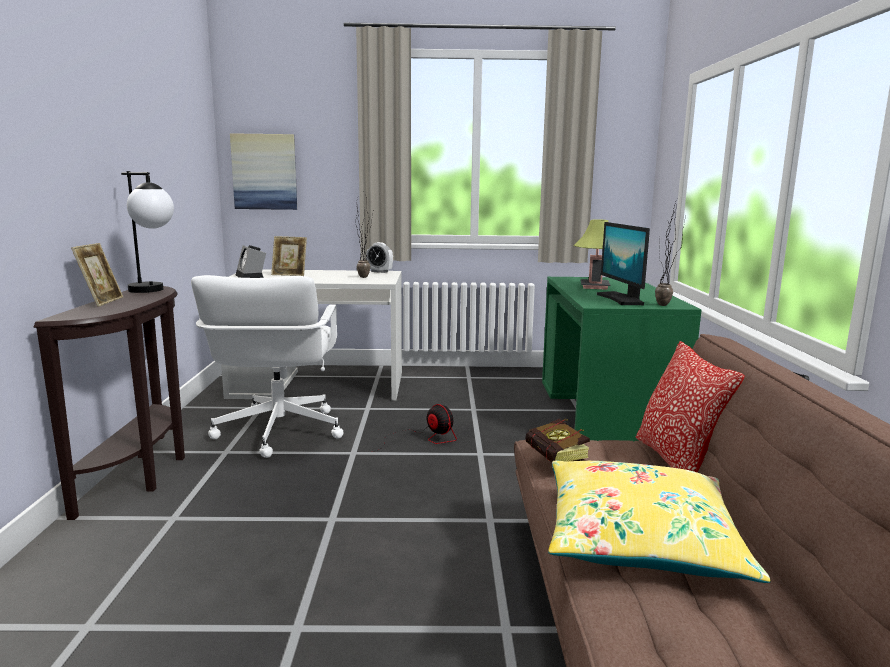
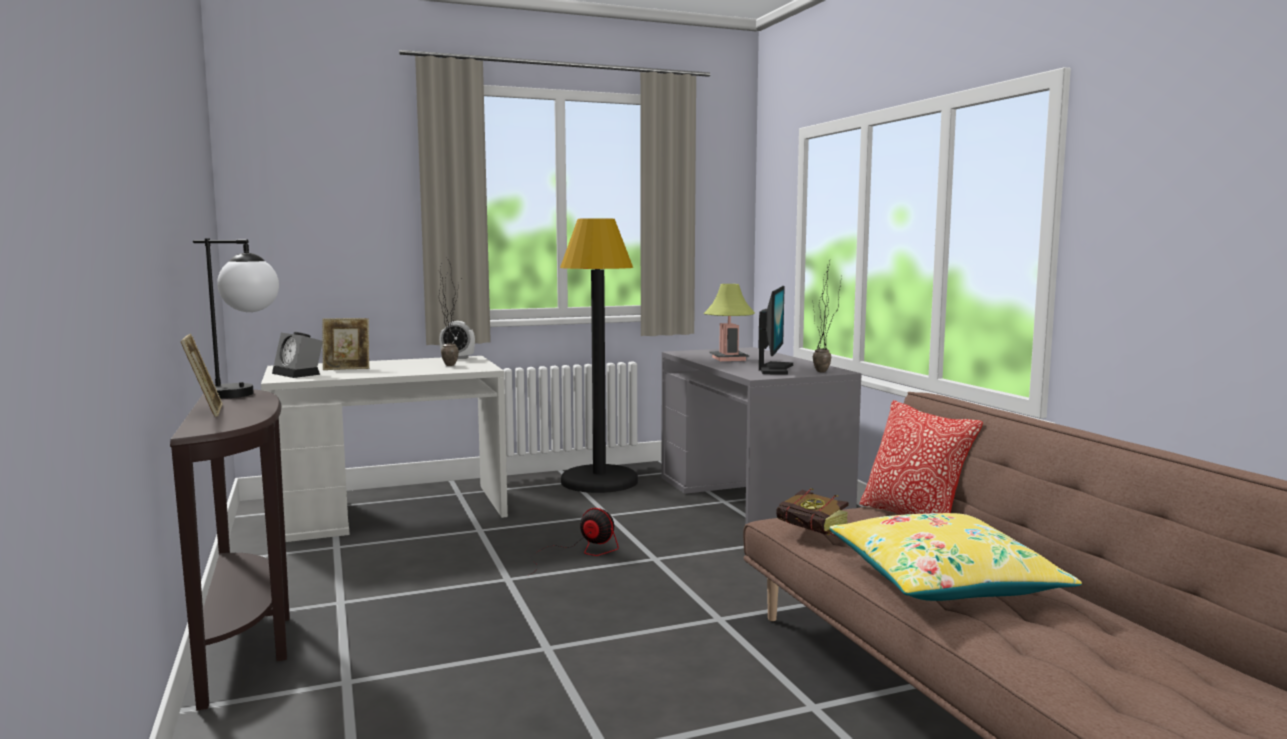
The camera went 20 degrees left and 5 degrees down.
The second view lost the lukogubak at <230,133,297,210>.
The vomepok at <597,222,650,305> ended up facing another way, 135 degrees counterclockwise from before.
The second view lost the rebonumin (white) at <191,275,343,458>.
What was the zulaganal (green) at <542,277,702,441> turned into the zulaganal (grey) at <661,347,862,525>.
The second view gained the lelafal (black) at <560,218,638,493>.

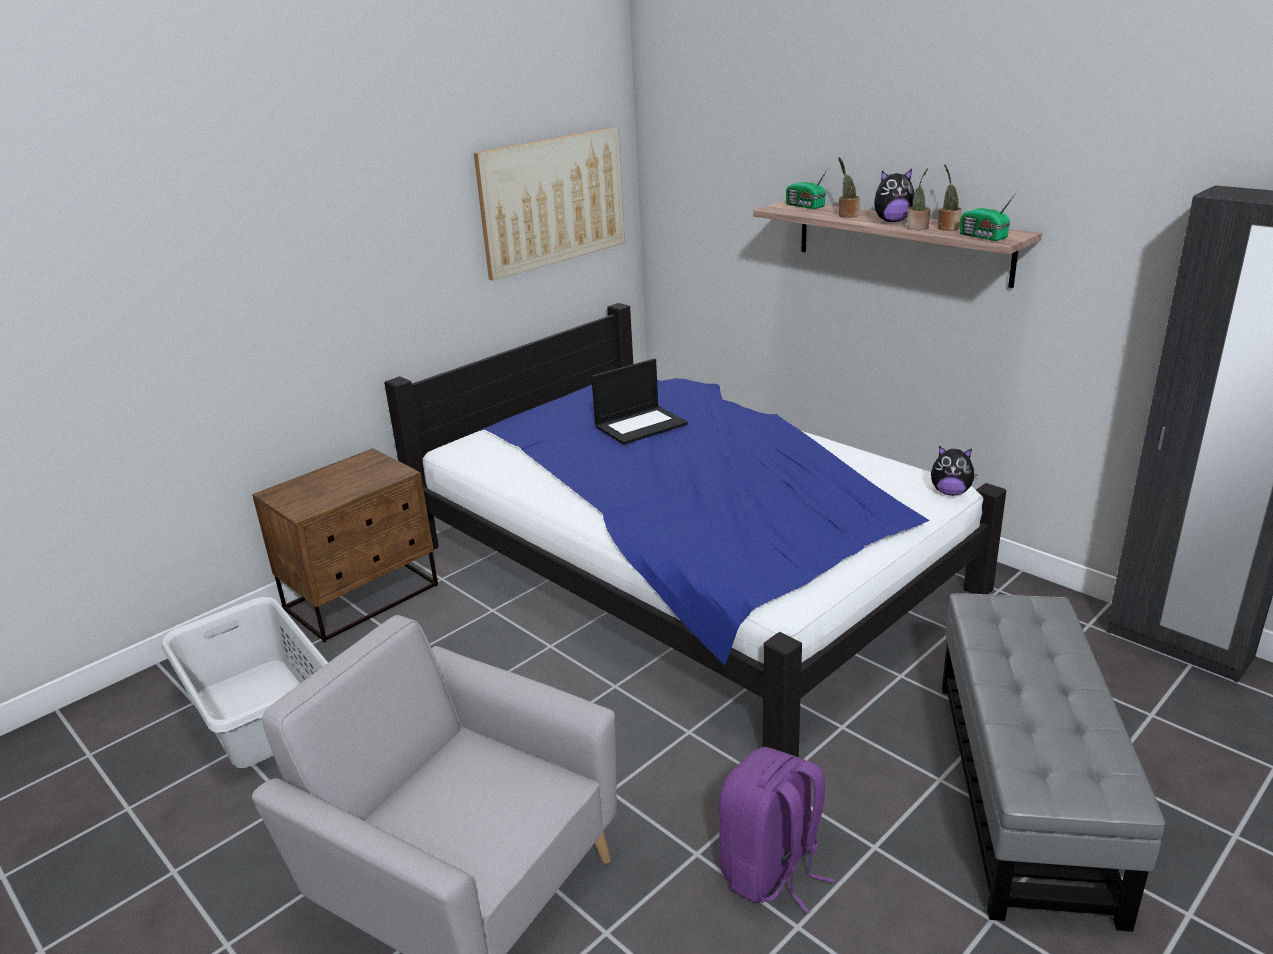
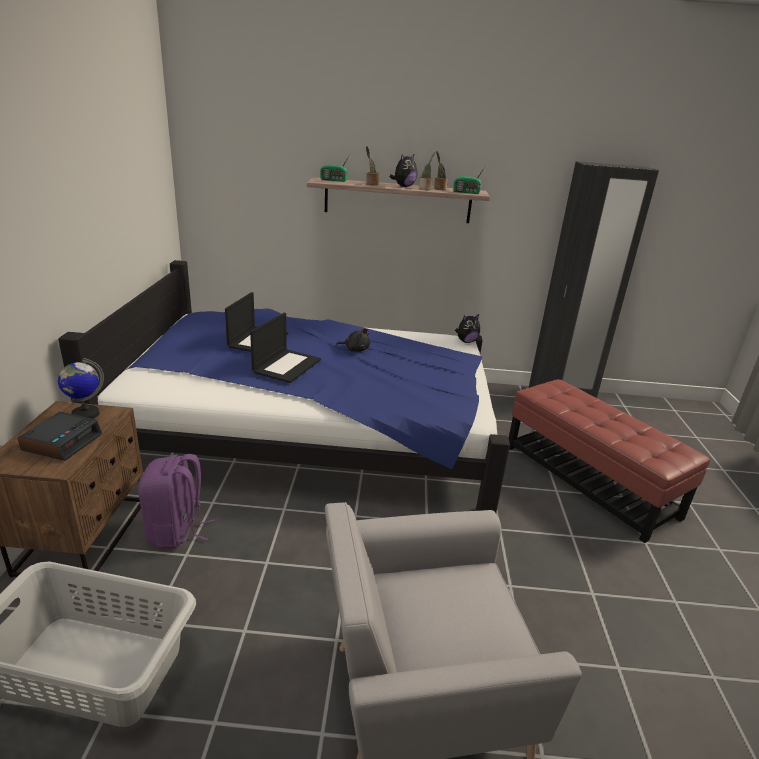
The camera went 45 degrees left and 0 degrees up.
The second view lost the lukogubak at <474,127,625,280>.
What was the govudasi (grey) at <942,593,1165,932> turned into the govudasi (red) at <508,379,711,543>.
The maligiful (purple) ended up elsewhere, having gone from <719,747,835,914> to <138,454,215,549>.
The second view gained the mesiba at <250,313,321,383>.
The second view gained the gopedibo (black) at <336,328,370,352>.
The second view gained the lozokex at <58,358,104,419>.
The second view gained the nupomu at <18,412,102,461>.

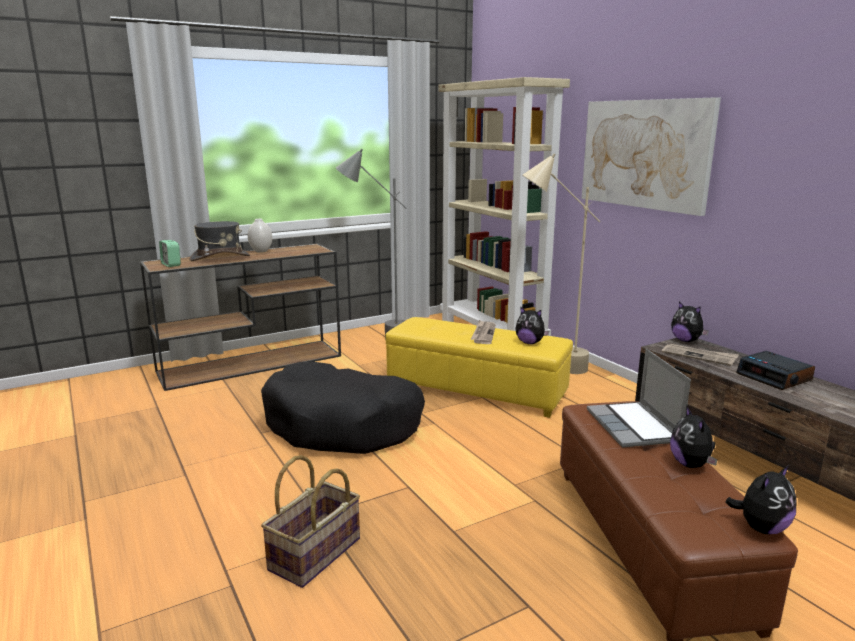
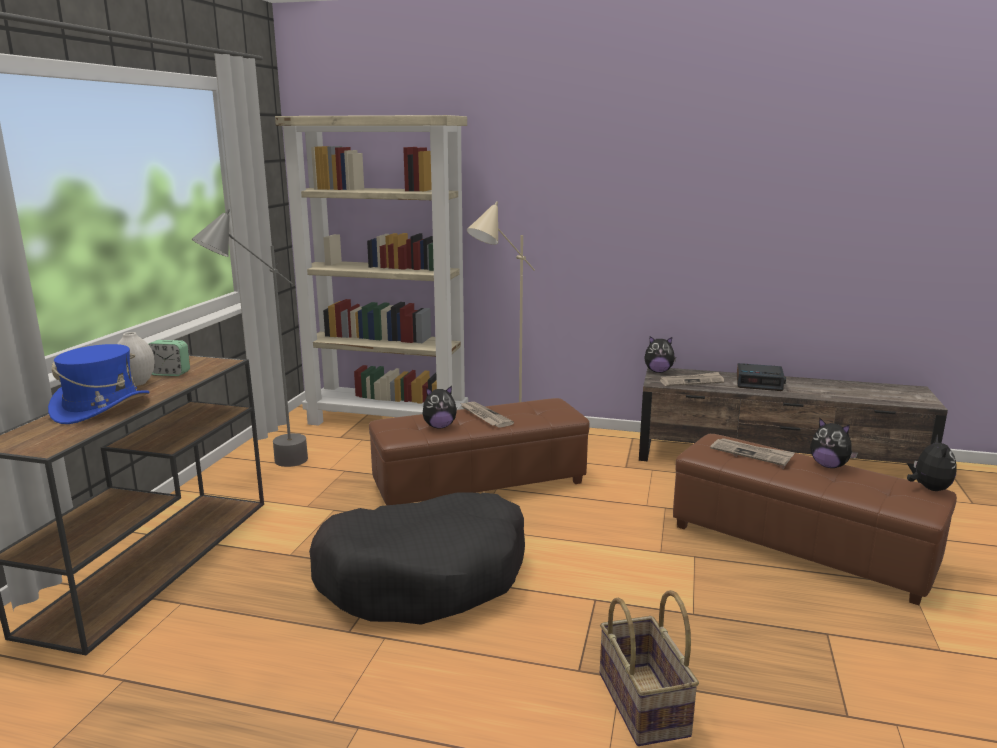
The camera went 45 degrees left and 0 degrees up.
The second view lost the lukogubak at <582,97,721,216>.
What was the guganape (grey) at <189,221,250,261> turned into the guganape (blue) at <48,344,150,424>.
The nupomu ended up elsewhere, having gone from <159,240,181,267> to <148,340,190,376>.
The gopedibo ended up elsewhere, having gone from <515,306,549,344> to <423,386,457,428>.
What was the govudasi (yellow) at <385,317,573,418> turned into the govudasi (brown) at <369,398,590,505>.
Where the mesiba stood at <587,349,691,448>, the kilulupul came to stand at <710,438,795,466>.

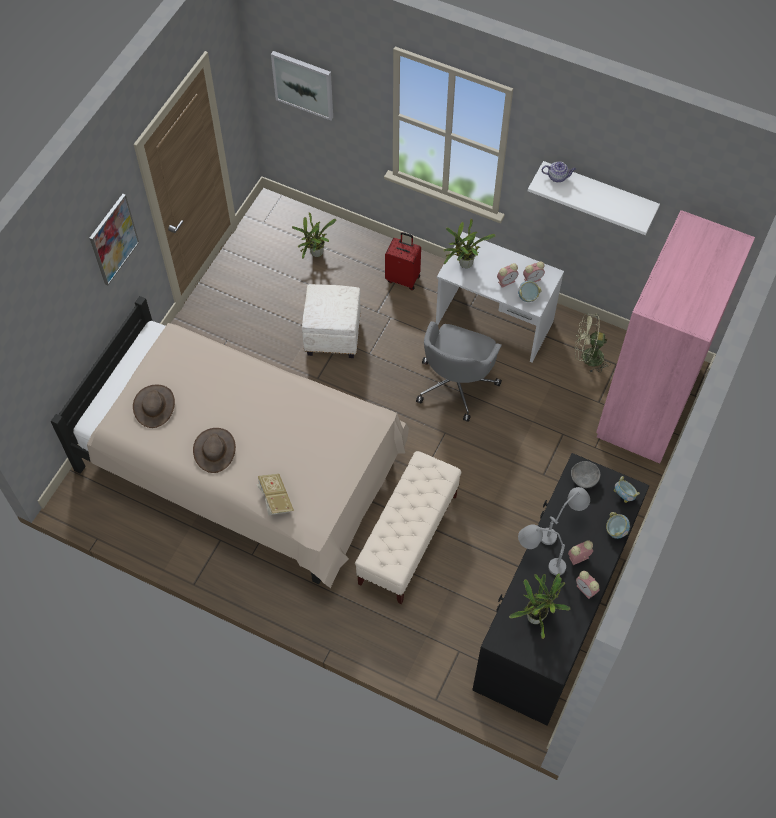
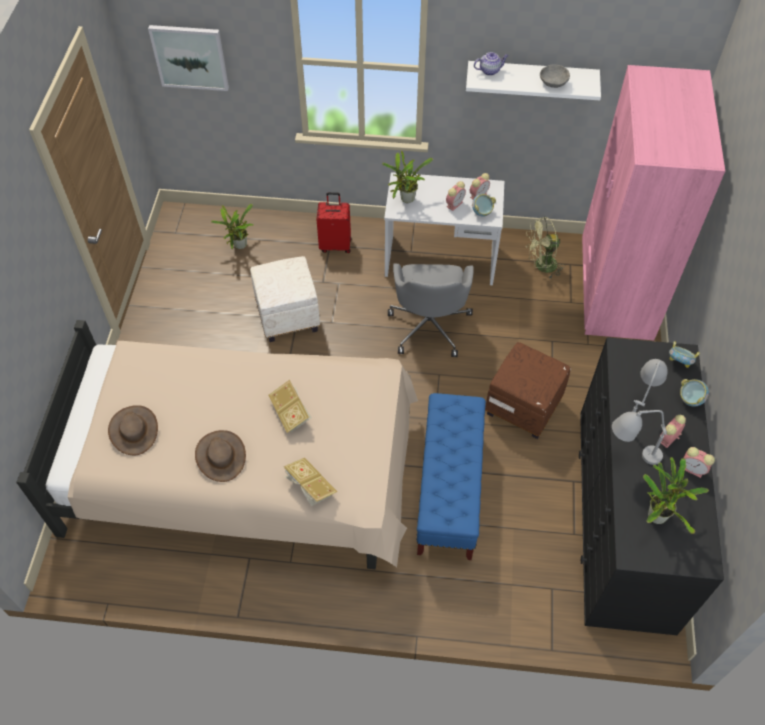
The camera went 20 degrees left and 5 degrees down.
The second view lost the lukogubak at <90,194,139,286>.
What was the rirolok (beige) at <355,451,461,604> turned into the rirolok (blue) at <416,393,486,560>.
The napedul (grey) ended up elsewhere, having gone from <571,461,600,488> to <540,65,570,88>.
The second view gained the govudasi (brown) at <485,342,571,439>.
The second view gained the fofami at <269,380,312,433>.

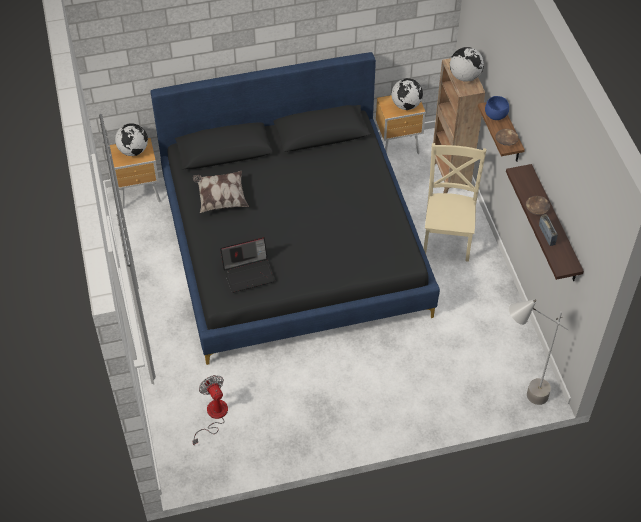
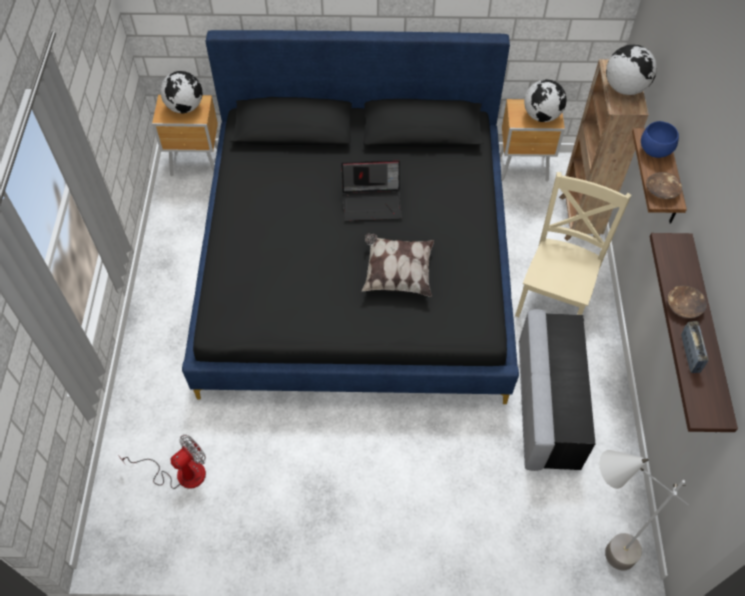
The camera went 15 degrees right and 5 degrees up.
The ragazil ended up elsewhere, having gone from <193,171,249,213> to <362,234,434,297>.
The mesiba ended up elsewhere, having gone from <220,237,275,293> to <342,160,402,222>.
The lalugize at <193,375,228,445> ended up facing another way, 60 degrees clockwise from before.
The second view gained the govudasi (grey) at <519,309,595,471>.

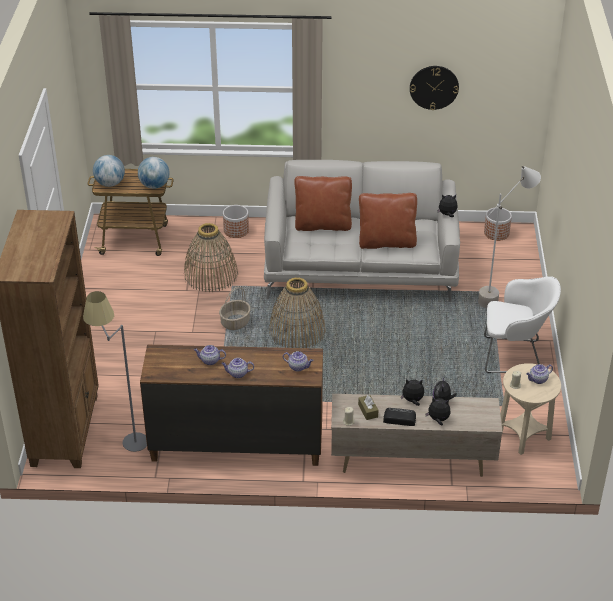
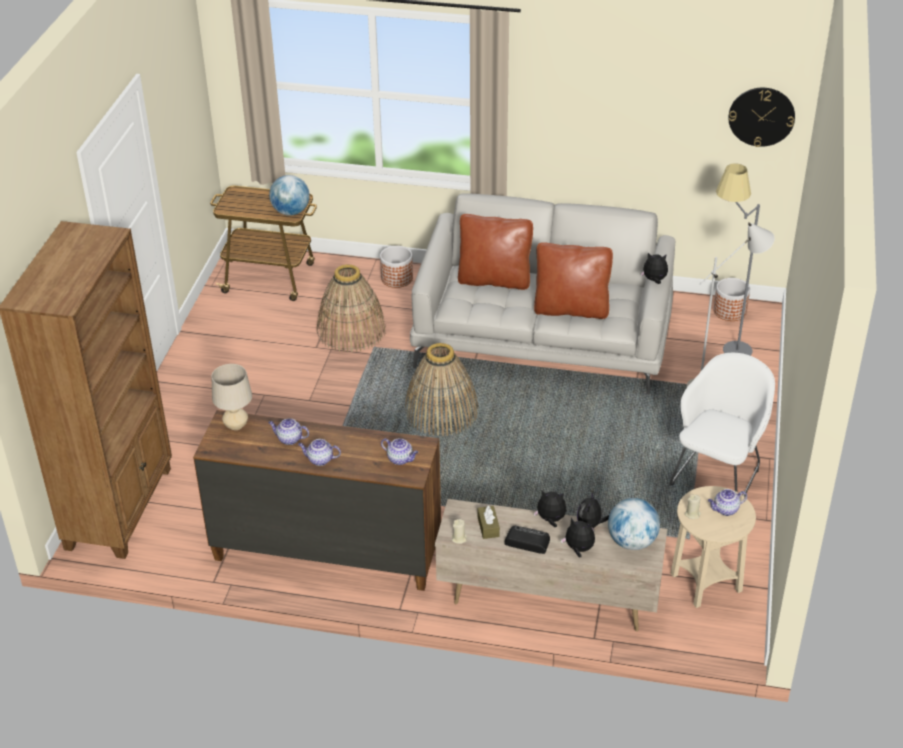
The camera went 10 degrees right and 0 degrees up.
The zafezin ended up elsewhere, having gone from <410,66,459,110> to <728,88,795,147>.
The lozokex ended up elsewhere, having gone from <93,155,125,187> to <608,498,660,550>.
The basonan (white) at <484,276,561,373> ended up facing another way, 75 degrees counterclockwise from before.
The second view lost the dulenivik at <219,287,251,330>.
The lelafal (grey) ended up elsewhere, having gone from <83,291,147,452> to <716,163,760,356>.
The second view gained the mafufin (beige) at <211,364,252,430>.

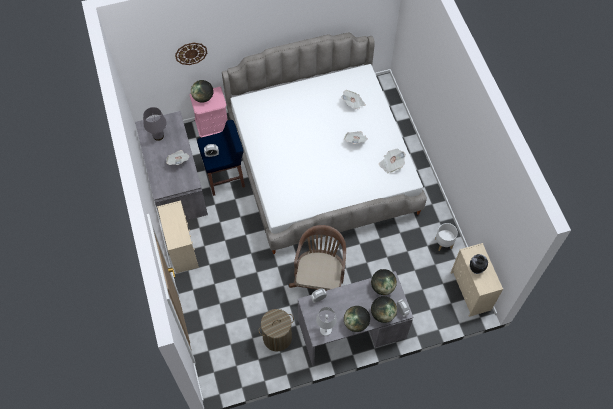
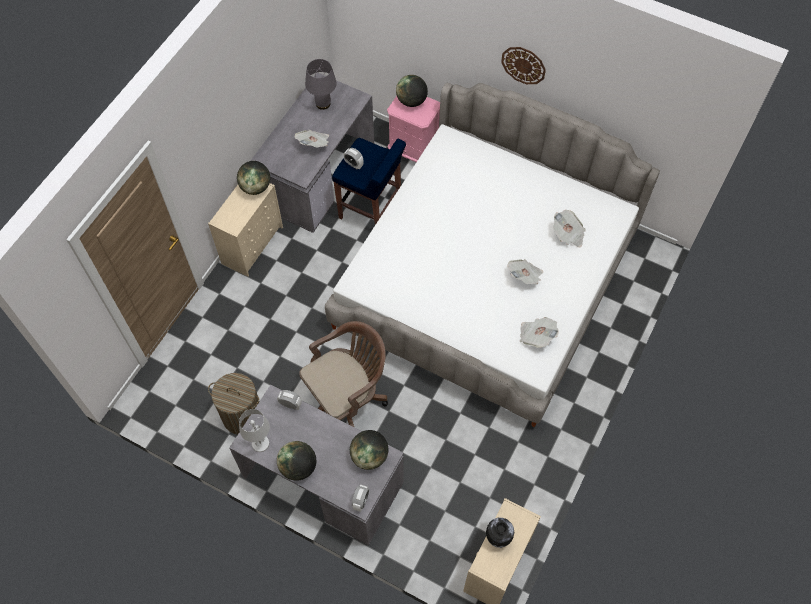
The camera went 45 degrees right and 0 degrees up.
The zafezin ended up elsewhere, having gone from <175,43,207,65> to <501,47,546,84>.
The second view lost the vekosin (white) at <435,223,458,251>.
The lozokex ended up elsewhere, having gone from <371,296,397,323> to <237,161,270,195>.

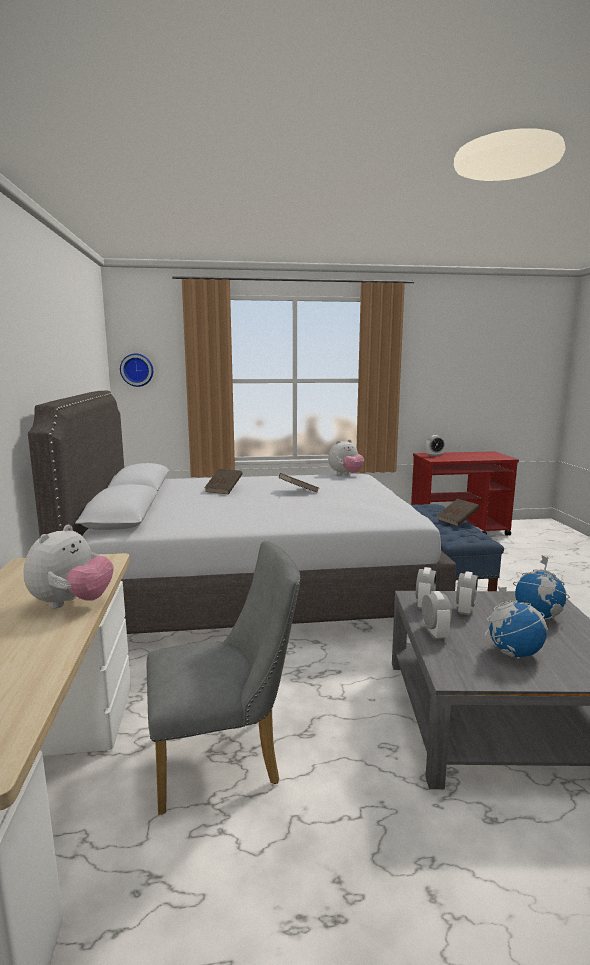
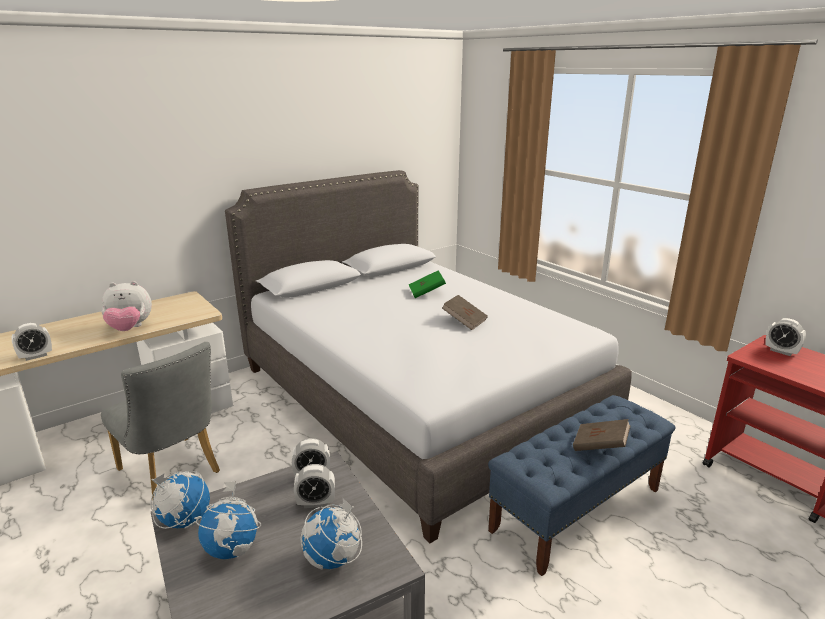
The camera went 60 degrees right and 10 degrees up.
The second view lost the zafezin at <120,354,153,387>.
The second view lost the gopedibo at <328,439,364,475>.
What was the fofami (brown) at <204,469,242,494> turned into the fofami (green) at <409,270,446,298>.
The nupomu ended up elsewhere, having gone from <422,591,452,640> to <11,323,52,361>.
The second view gained the lozokex at <150,471,210,529>.

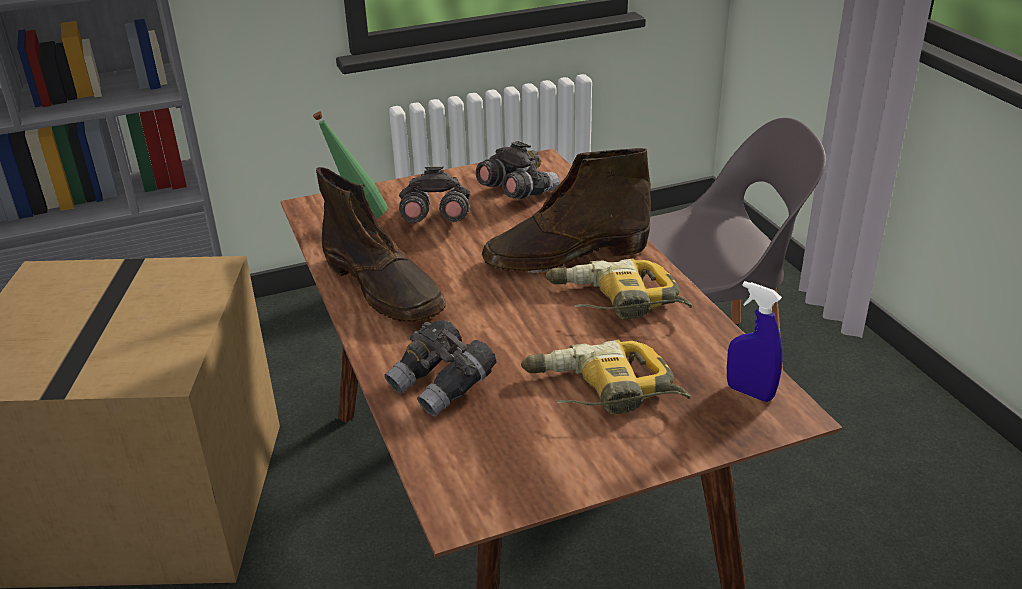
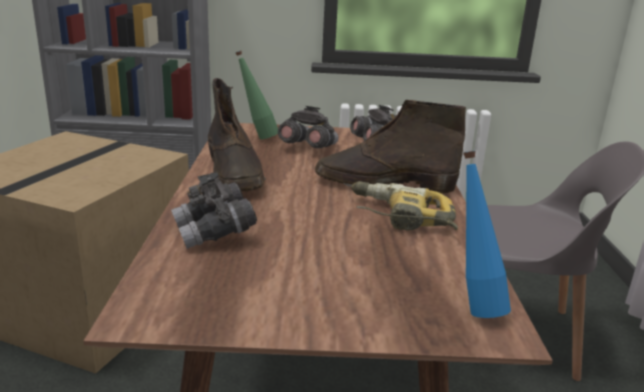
The camera went 20 degrees right and 10 degrees down.
Where the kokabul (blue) stood at <727,281,783,402>, the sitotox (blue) came to stand at <463,151,511,318>.
The second view lost the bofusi at <521,340,691,415>.

